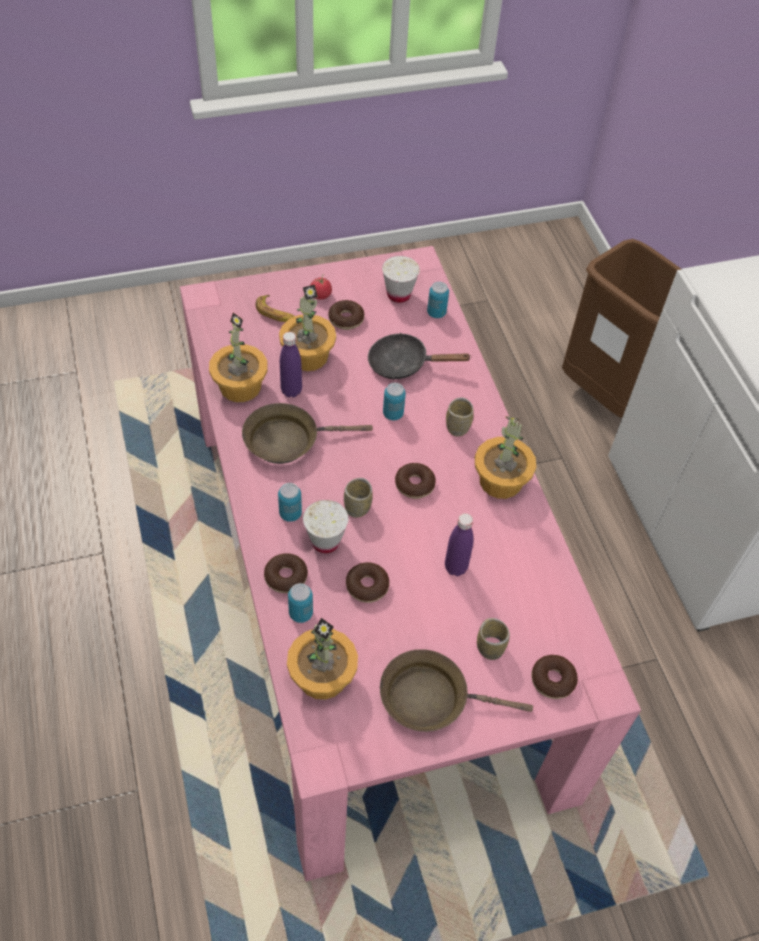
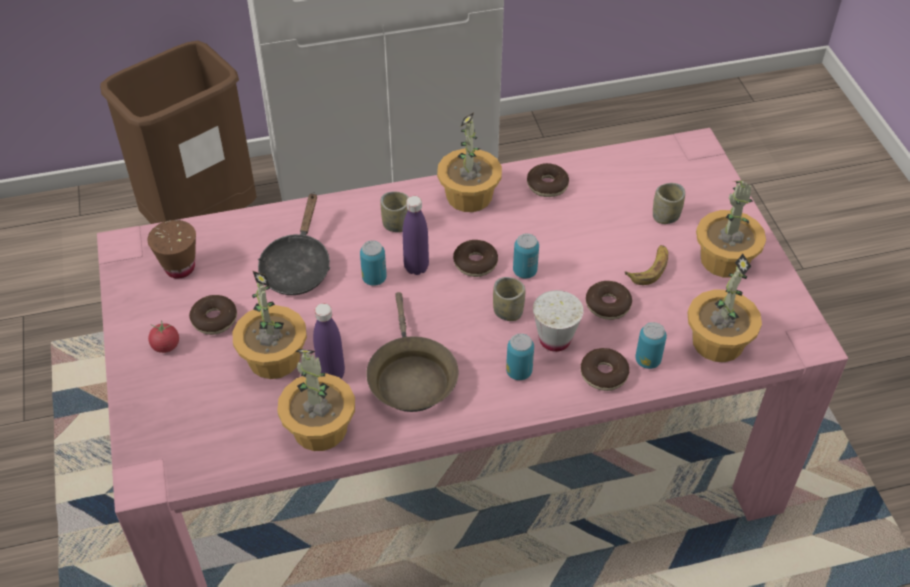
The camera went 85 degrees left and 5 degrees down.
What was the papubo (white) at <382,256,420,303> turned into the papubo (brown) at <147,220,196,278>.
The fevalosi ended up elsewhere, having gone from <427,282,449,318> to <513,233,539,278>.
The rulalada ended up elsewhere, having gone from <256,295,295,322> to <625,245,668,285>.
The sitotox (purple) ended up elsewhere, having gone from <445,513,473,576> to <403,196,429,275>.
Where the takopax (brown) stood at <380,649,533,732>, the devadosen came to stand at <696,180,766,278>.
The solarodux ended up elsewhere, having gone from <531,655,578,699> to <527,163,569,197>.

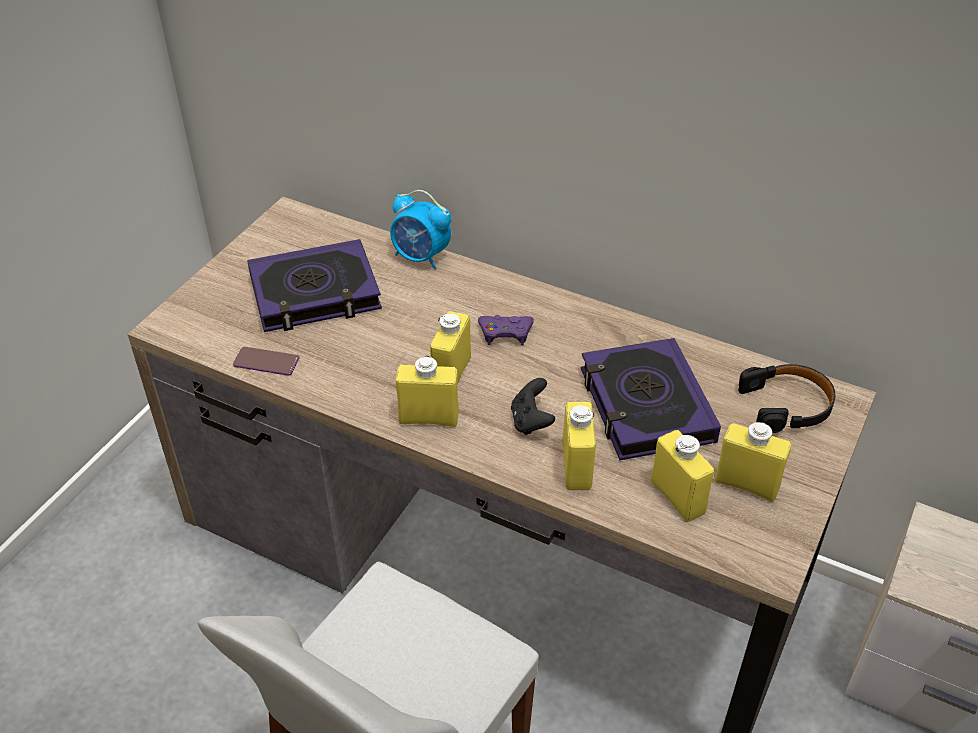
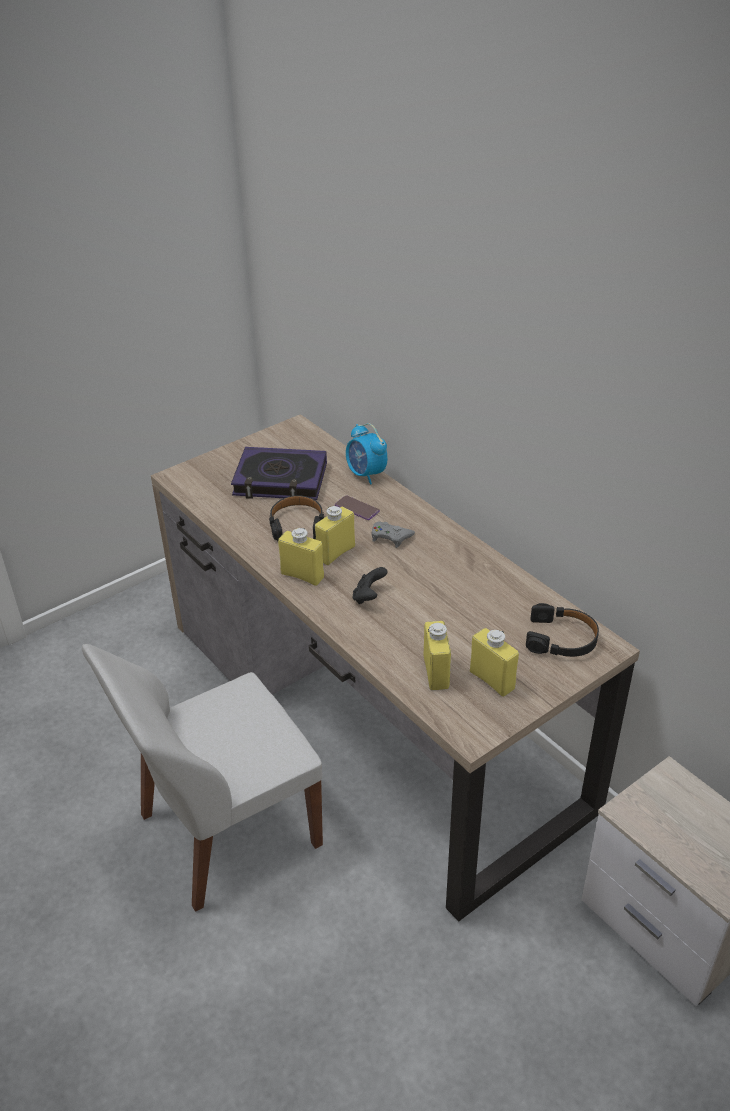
The camera went 25 degrees right and 5 degrees down.
What was the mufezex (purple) at <478,315,534,345> turned into the mufezex (grey) at <372,521,415,548>.
The second view lost the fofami at <581,338,721,460>.
The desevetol ended up elsewhere, having gone from <233,347,300,376> to <335,495,380,520>.
The second view lost the sitotox (yellow) at <563,402,596,490>.
The second view gained the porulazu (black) at <269,495,324,541>.

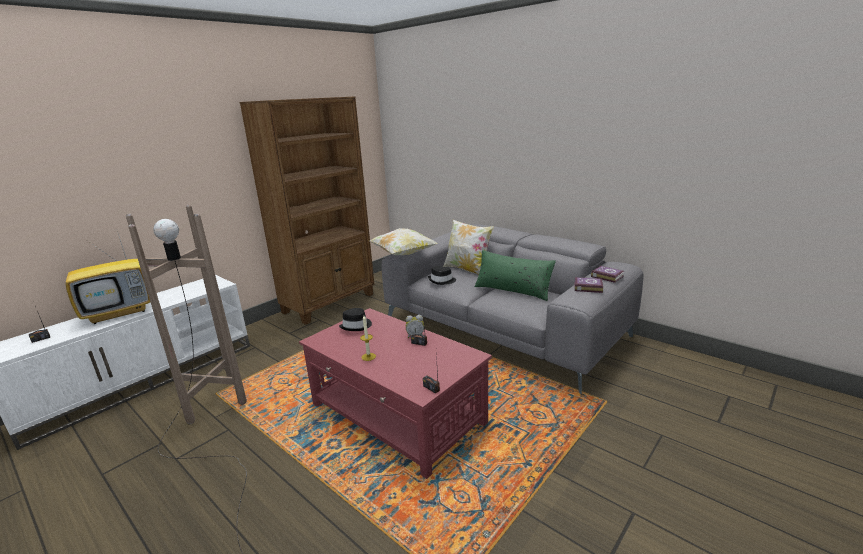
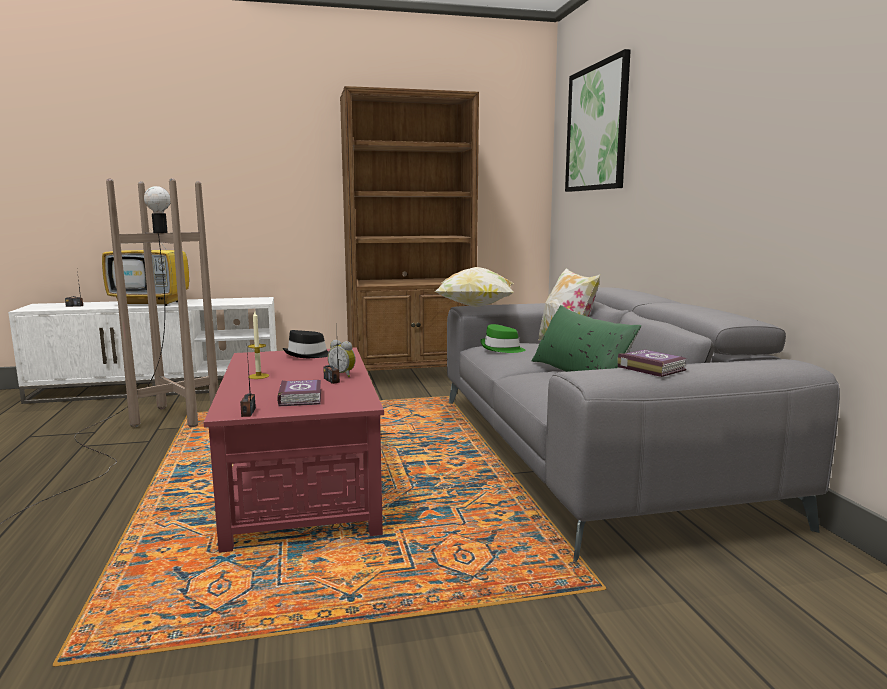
The camera went 35 degrees right and 10 degrees down.
What was the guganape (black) at <428,266,456,285> turned into the guganape (green) at <480,324,525,353>.
The fofami ended up elsewhere, having gone from <591,266,624,283> to <277,380,321,406>.
The second view gained the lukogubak at <565,49,631,192>.

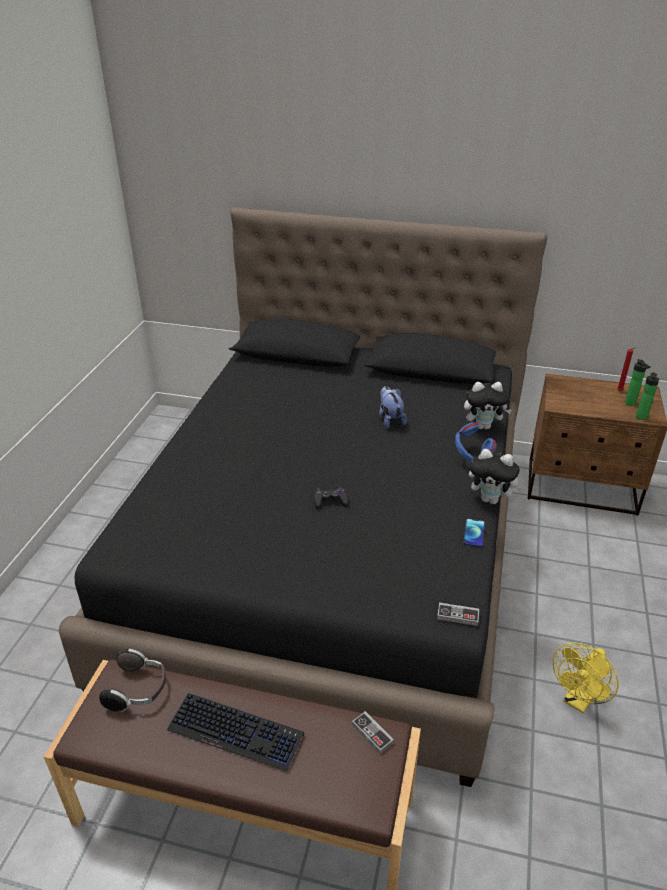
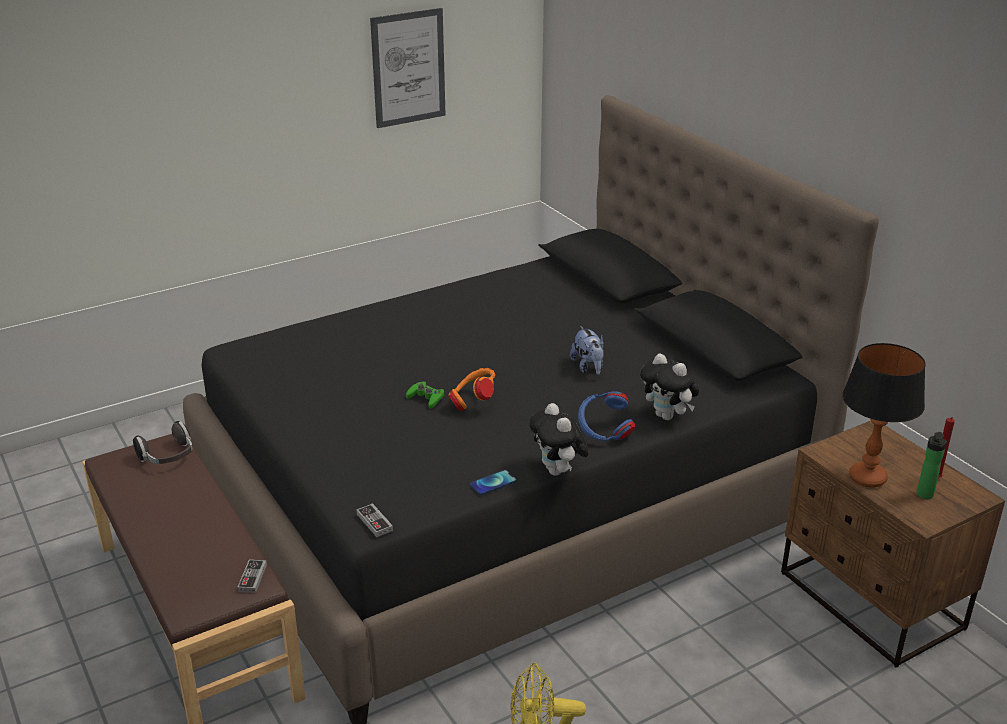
The camera went 45 degrees right and 5 degrees down.
The second view lost the sitotox at <636,372,659,420>.
The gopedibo at <379,386,407,429> ended up facing another way, 135 degrees clockwise from before.
What was the mufezex (black) at <314,487,348,509> turned into the mufezex (green) at <406,381,444,409>.
The second view lost the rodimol at <167,693,304,772>.
The second view gained the lukogubak at <370,8,445,128>.
The second view gained the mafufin at <842,343,926,488>.
The second view gained the porulazu (orange) at <448,368,495,411>.

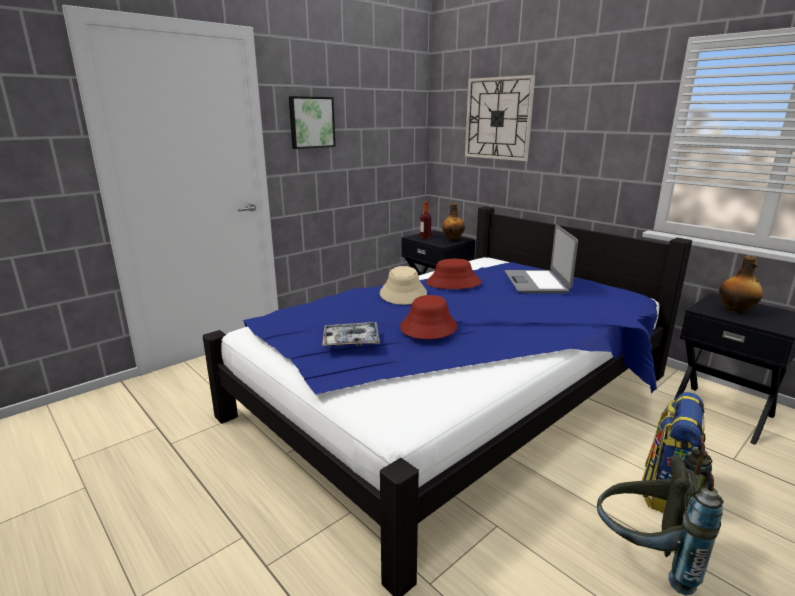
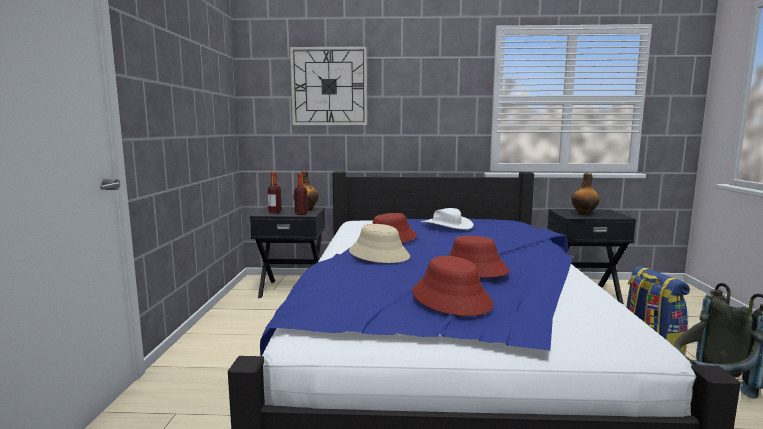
The camera went 45 degrees left and 10 degrees down.
The second view lost the lukogubak at <289,96,336,149>.
Where the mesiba stood at <505,225,578,293>, the guganape (white) came to stand at <421,208,473,230>.
Where the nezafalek stood at <322,322,380,347>, the guganape (red) came to stand at <412,256,494,316>.
The second view gained the sitotox at <294,173,308,215>.

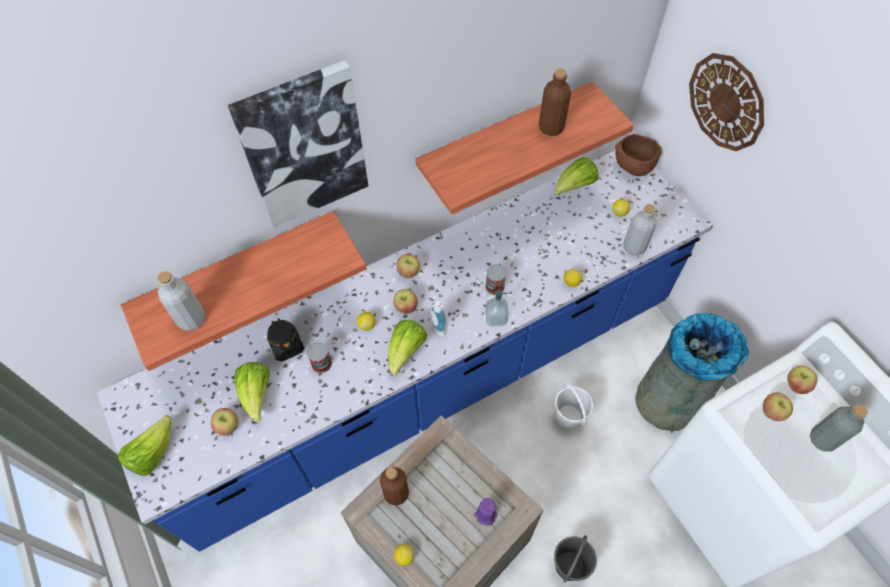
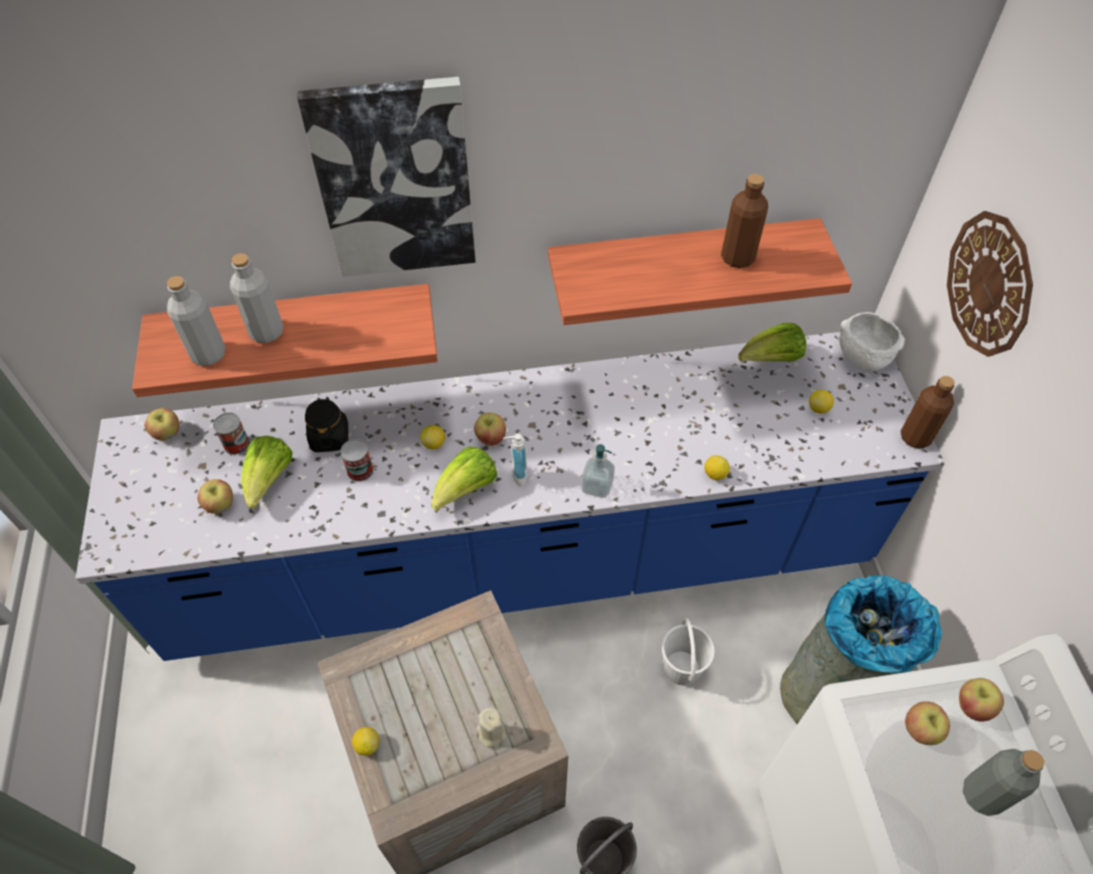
The camera went 20 degrees right and 5 degrees down.
What was the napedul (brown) at <615,134,662,176> turned into the napedul (white) at <839,312,905,371>.
The sitotox (grey) ended up elsewhere, having gone from <623,204,657,256> to <230,253,284,343>.
The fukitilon ended up elsewhere, having gone from <397,254,420,278> to <145,408,179,441>.
The fevalosi ended up elsewhere, having gone from <485,264,506,295> to <213,412,250,455>.
The second view lost the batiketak at <117,415,172,476>.
The sitotox (brown) ended up elsewhere, having gone from <380,467,409,506> to <901,376,955,449>.
What was the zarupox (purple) at <474,498,497,526> turned into the zarupox (beige) at <476,707,506,748>.

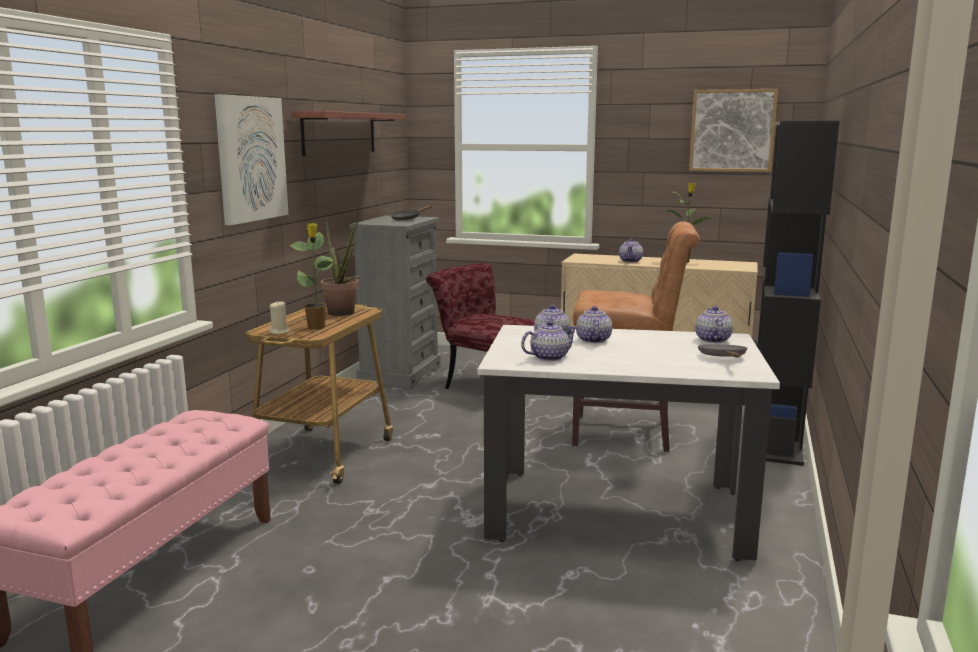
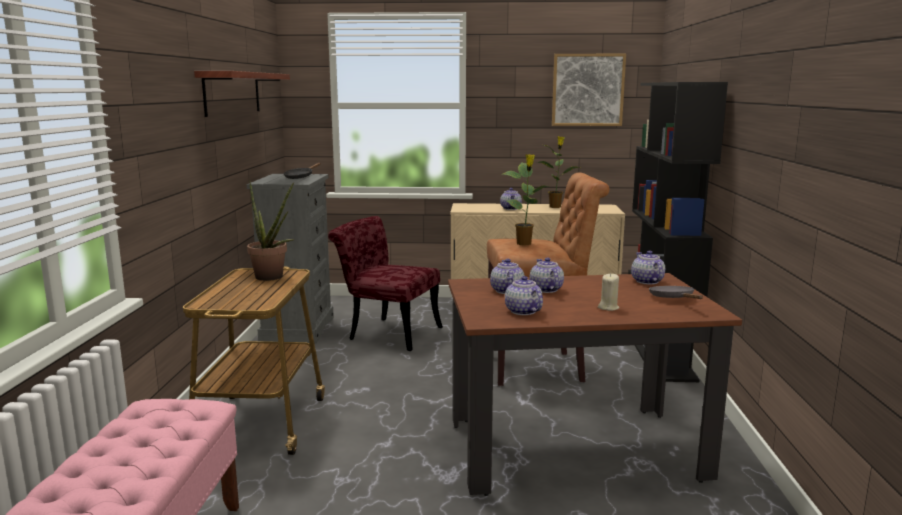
The camera went 15 degrees left and 0 degrees up.
The second view lost the lukogubak at <214,94,289,225>.
The devadosen ended up elsewhere, having gone from <289,223,333,330> to <502,154,549,245>.
The zarupox (beige) ended up elsewhere, having gone from <269,301,290,334> to <598,273,619,311>.
The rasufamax at <521,321,577,361> ended up facing another way, 75 degrees counterclockwise from before.
What was the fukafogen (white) at <478,325,780,561> turned into the fukafogen (brown) at <448,273,742,496>.

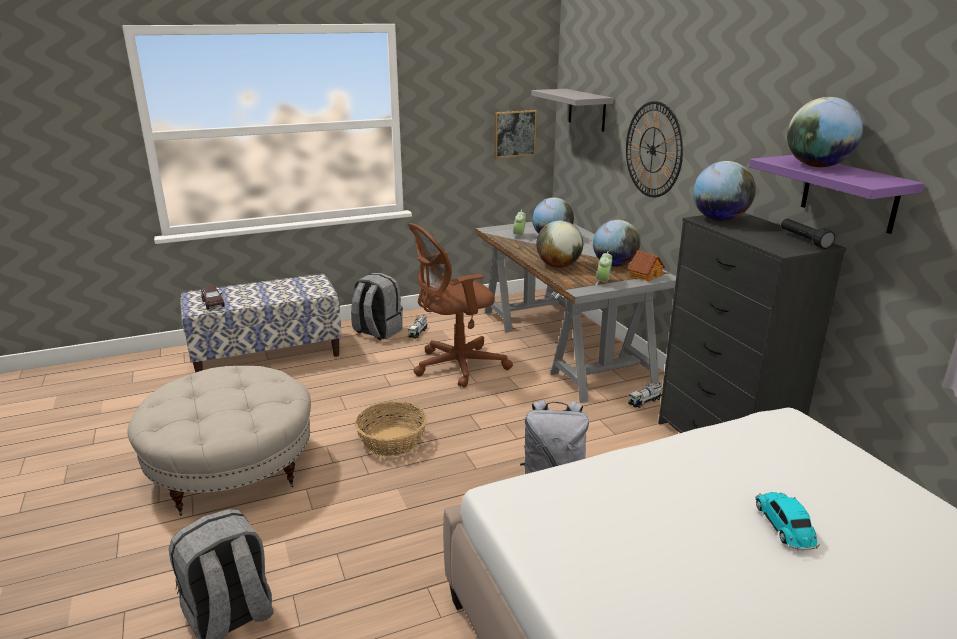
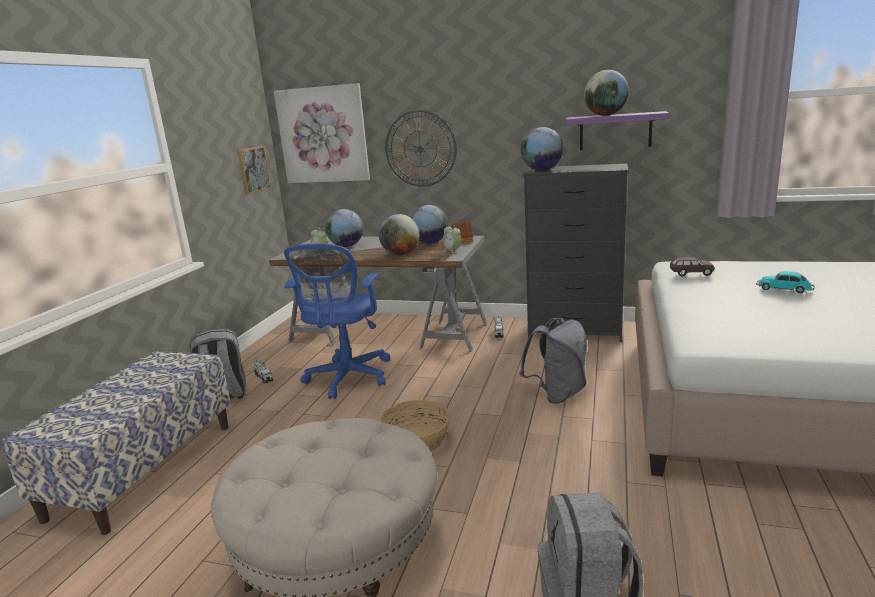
The camera went 50 degrees left and 5 degrees down.
Where the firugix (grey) hung at <531,89,613,132>, the lukogubak came to hang at <274,83,370,183>.
The second view lost the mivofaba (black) at <781,218,835,249>.
What was the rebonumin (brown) at <408,223,513,388> turned into the rebonumin (blue) at <284,244,391,399>.
The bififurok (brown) ended up elsewhere, having gone from <201,285,225,310> to <670,257,715,276>.

